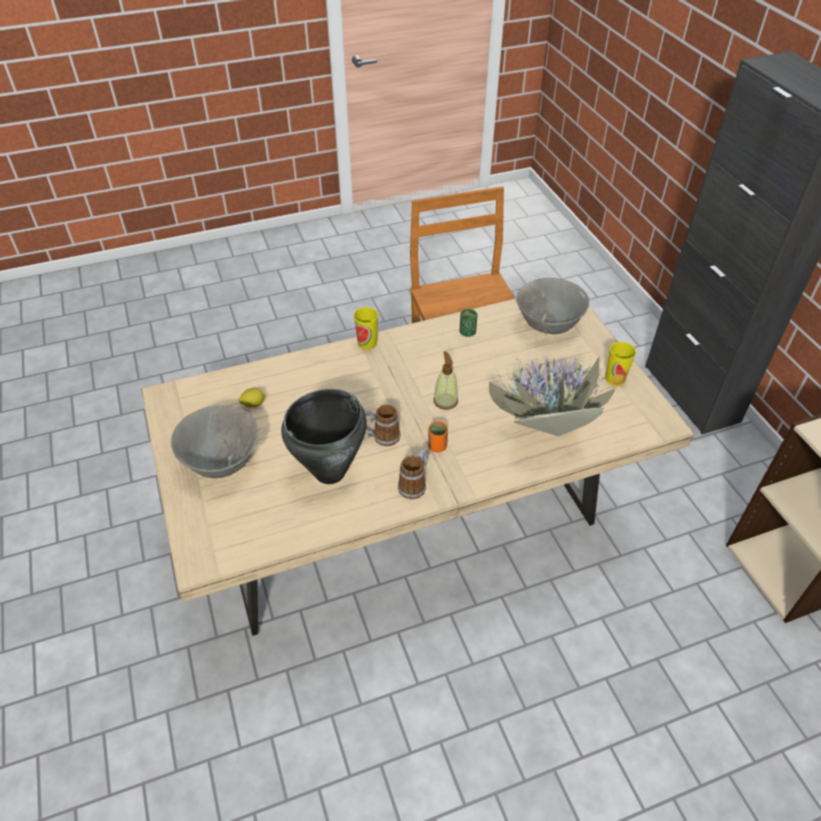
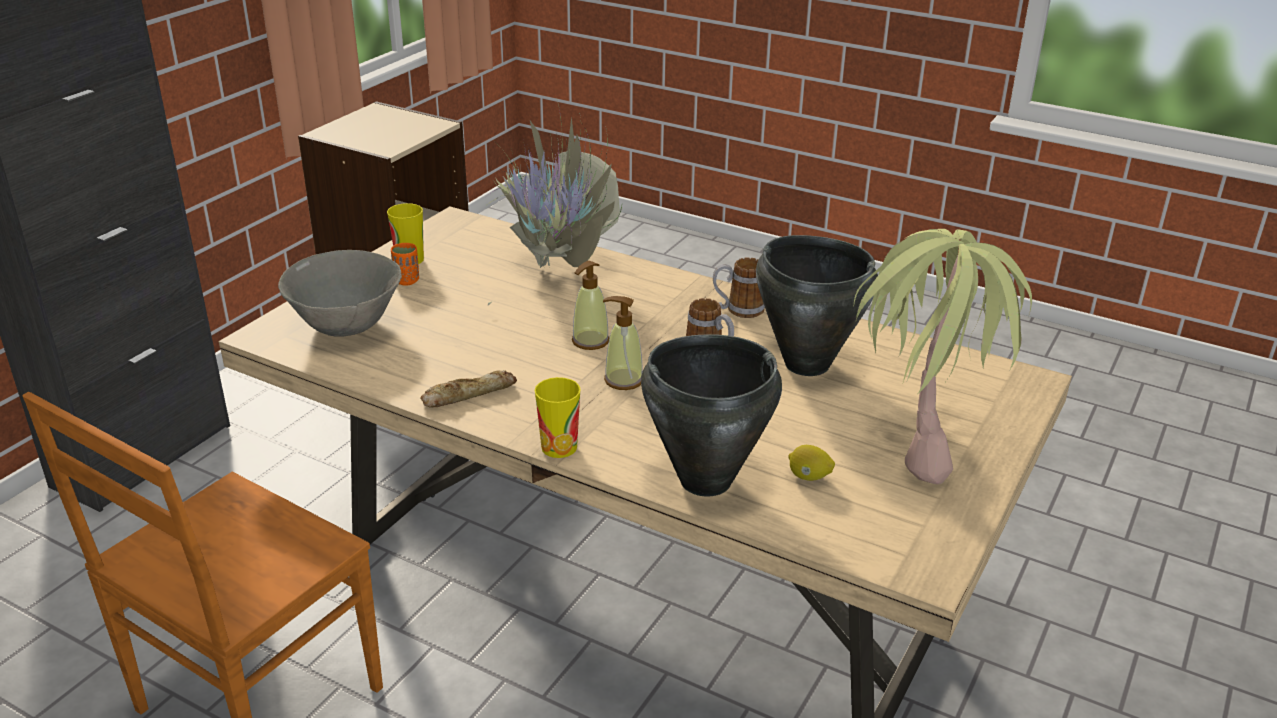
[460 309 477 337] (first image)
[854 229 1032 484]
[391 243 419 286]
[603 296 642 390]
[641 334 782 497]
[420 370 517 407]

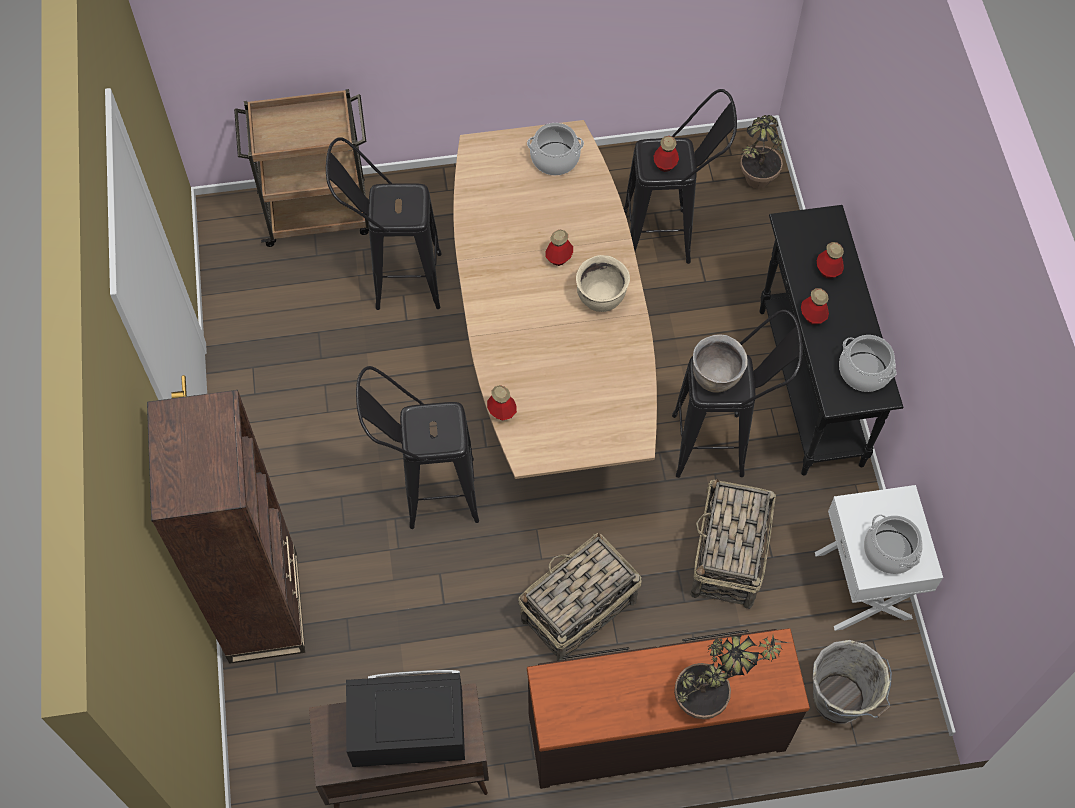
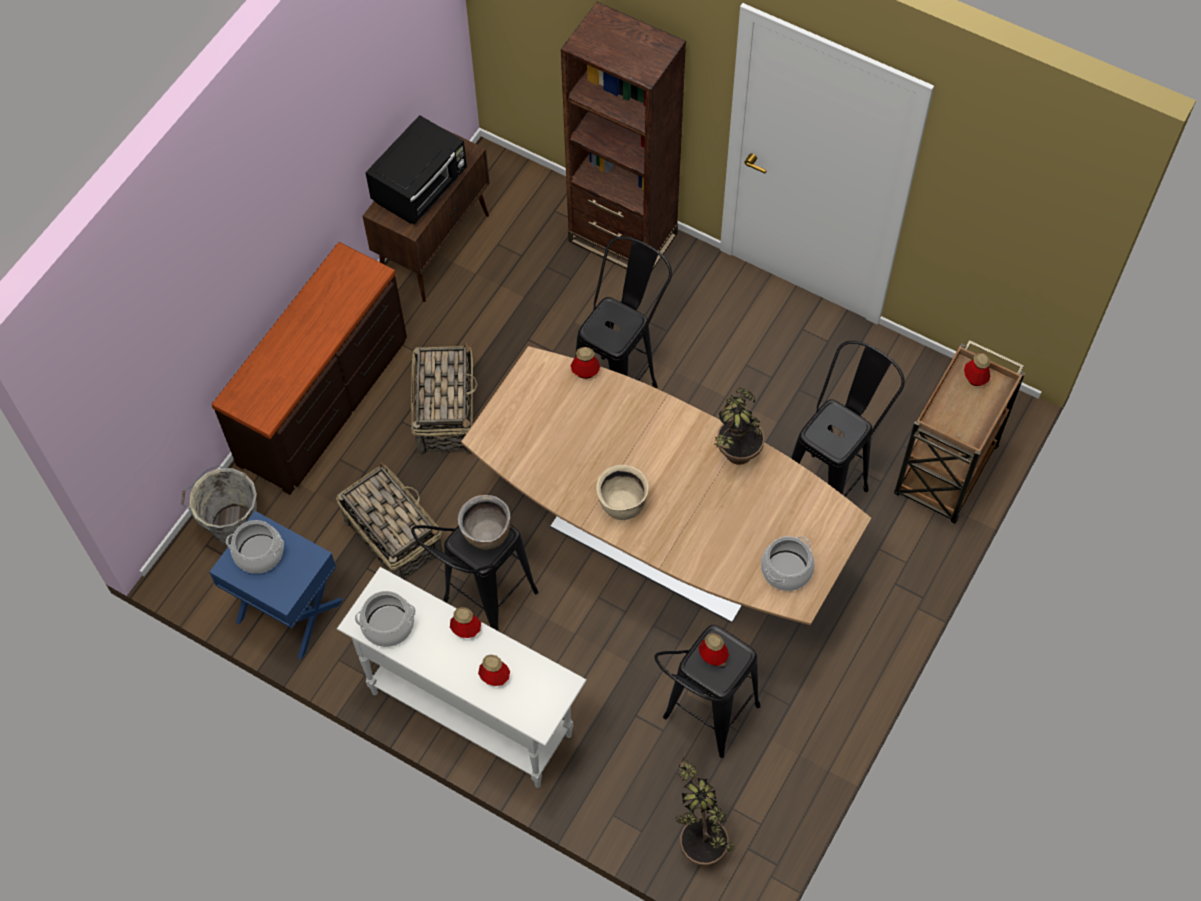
[337 567 587 788]
[964 352 990 386]
[209 511 343 659]
[714 388 764 465]

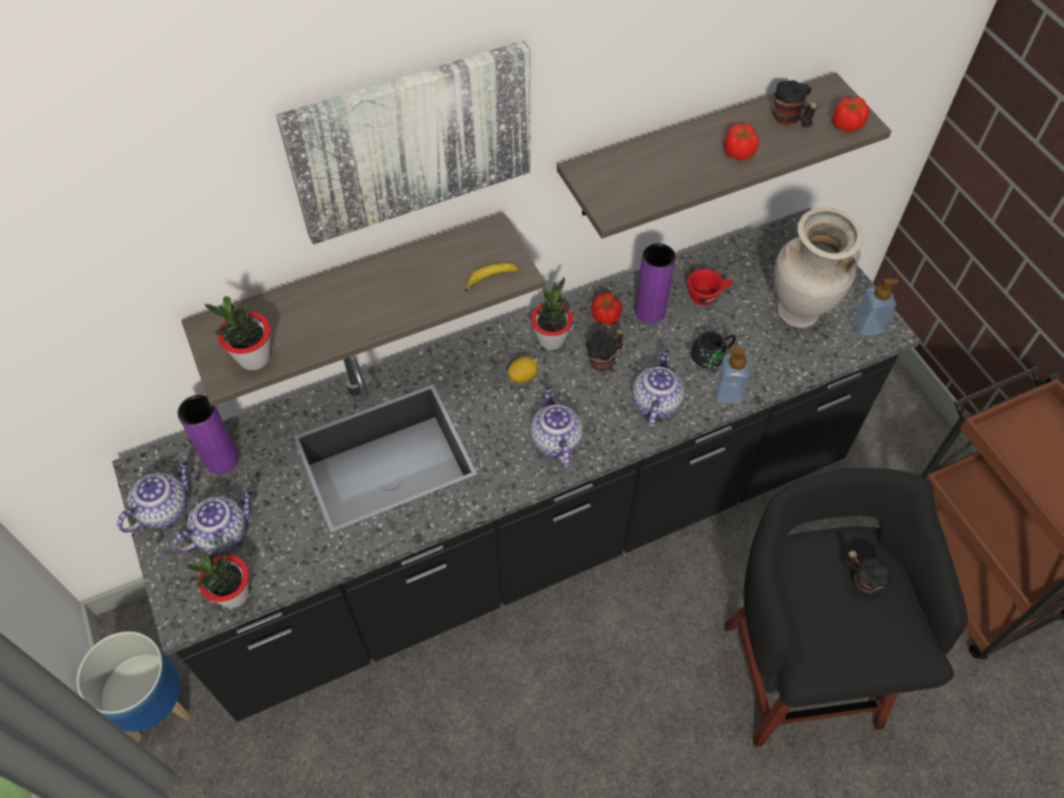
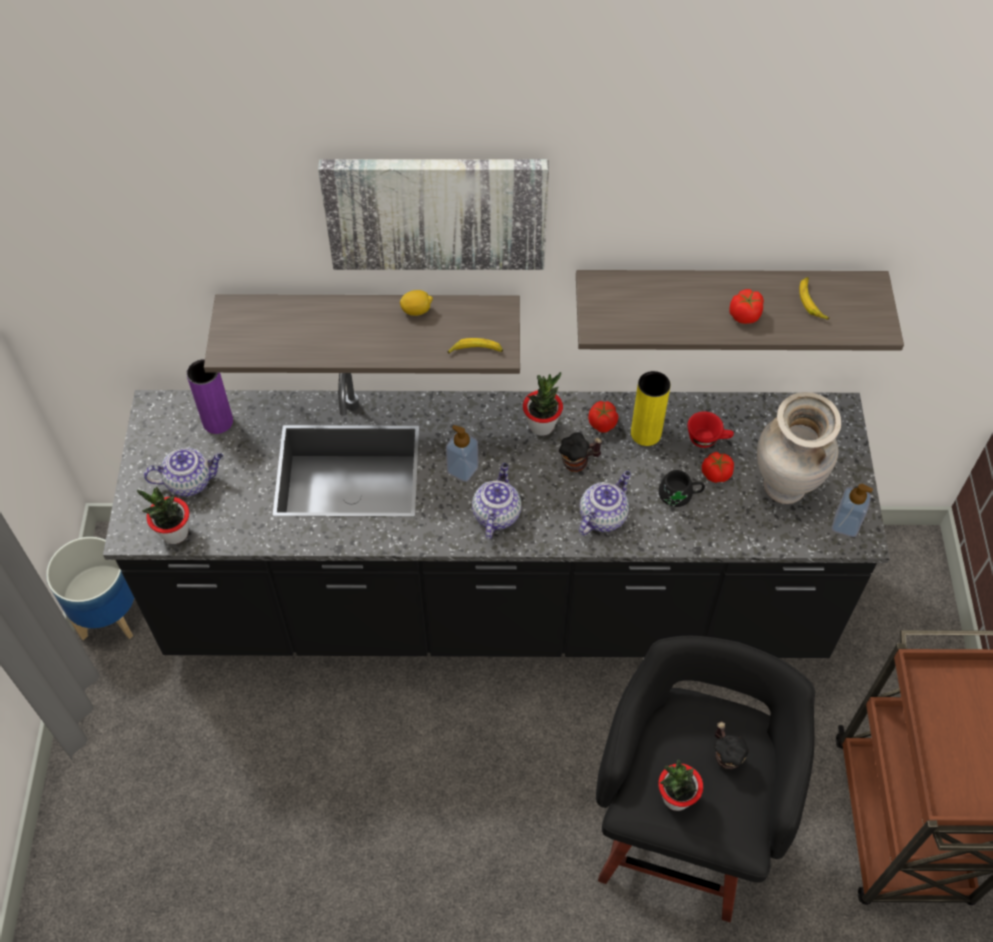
[799 277 830 320]
[702 452 734 483]
[631 371 671 446]
[658 760 703 811]
[446 425 478 482]
[400 290 433 316]
[117 460 189 533] (first image)

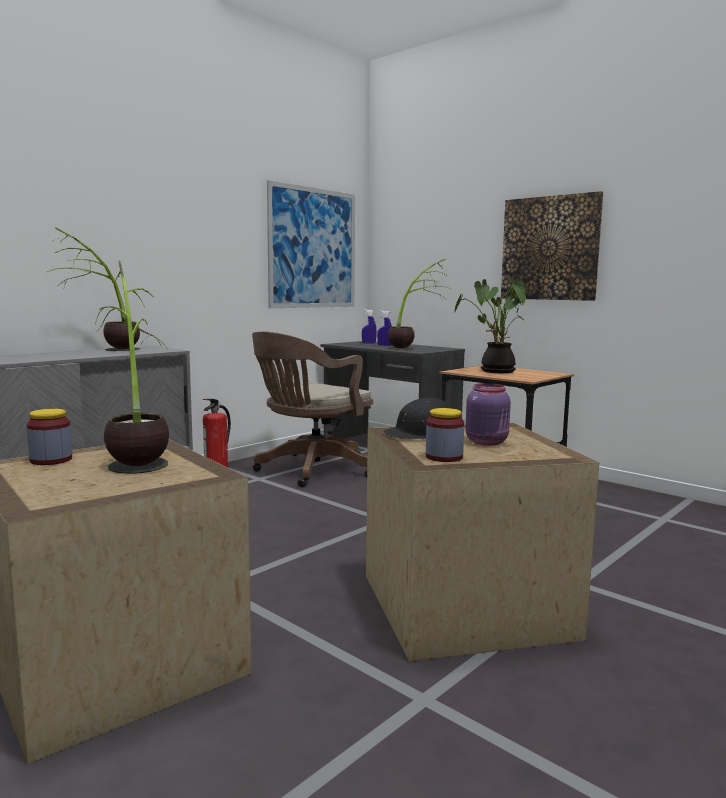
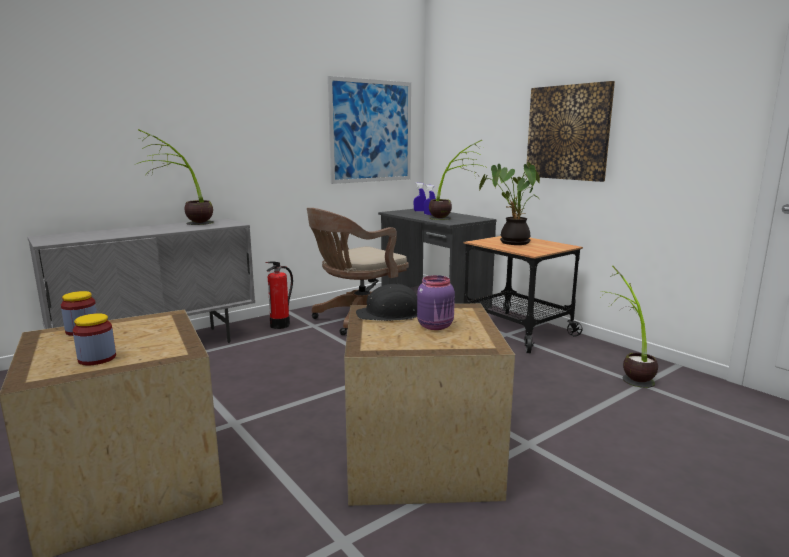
[599 265 658 388]
[73 313 116 365]

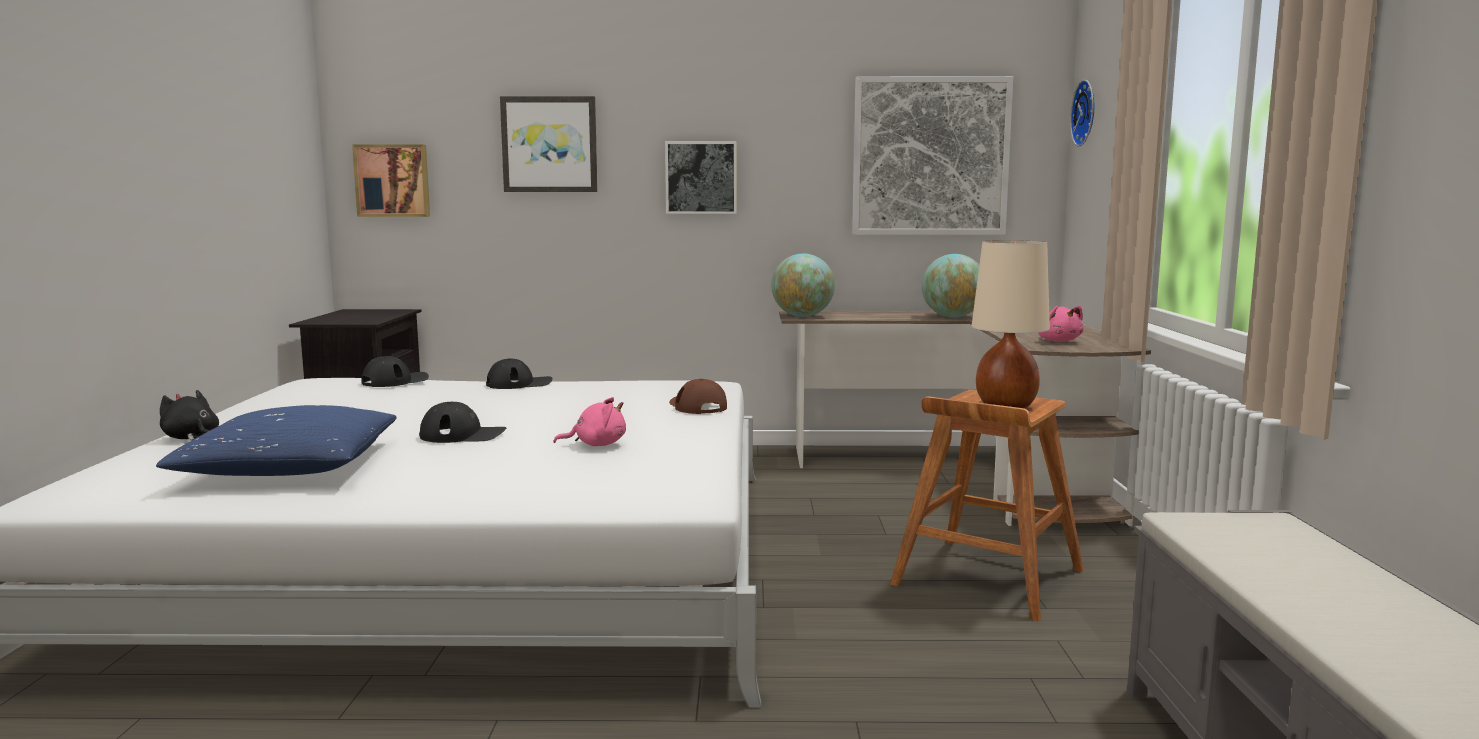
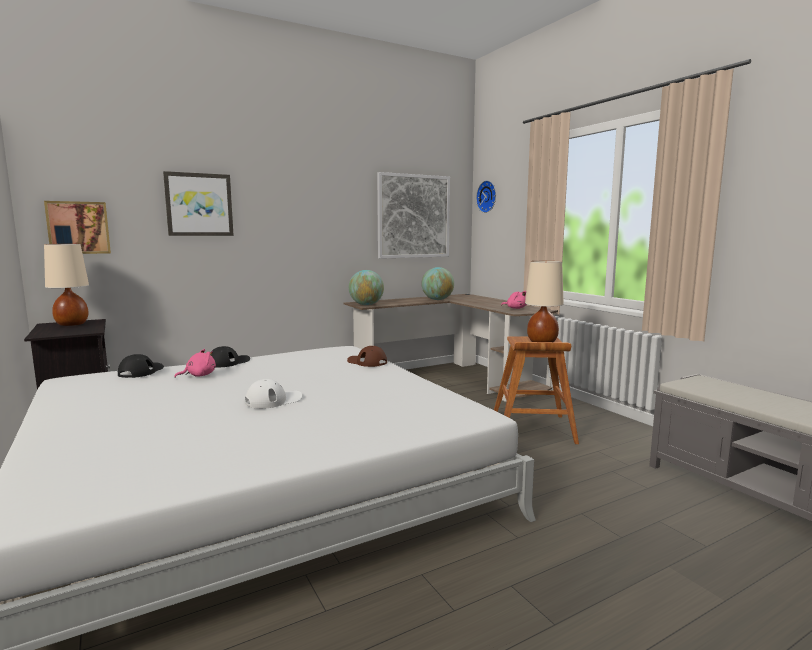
[665 141 737 214] (first image)
[160 390 219 441] (first image)
[174 349 216 378]
[245 379 302 409]
[156 405 397 476] (first image)
[44 244 89 326]

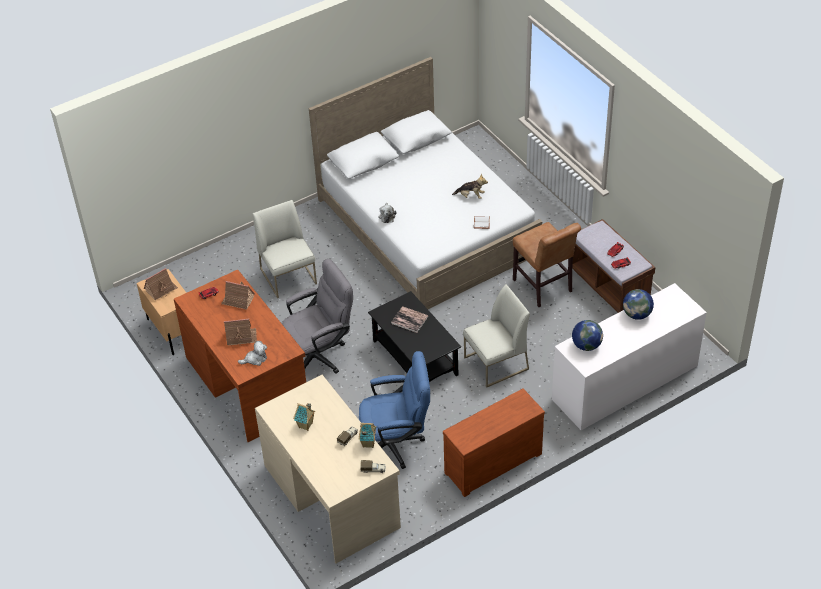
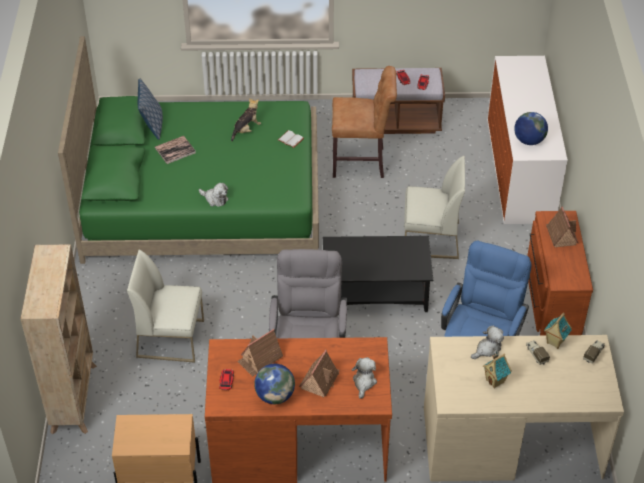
[58 36 319 264]
[546 206 579 247]
[404 156 465 259]
[254 364 295 404]
[155 136 196 164]
[137 79 163 140]
[20 245 97 434]
[471 326 504 359]

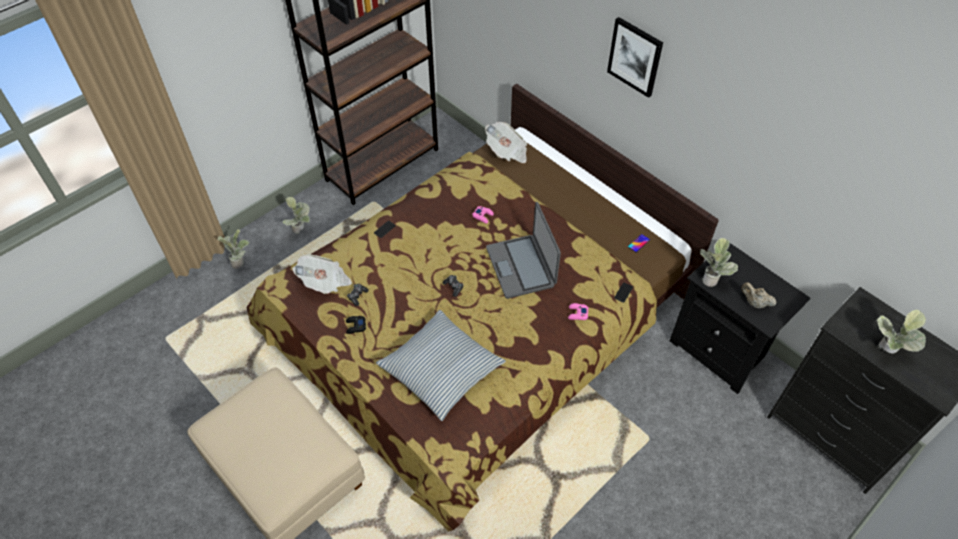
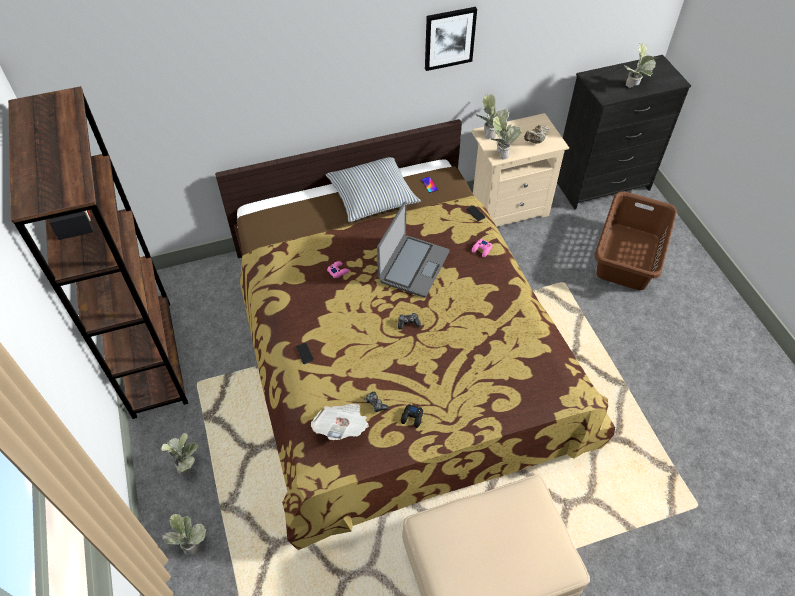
[425 7 477 71]
[485 122 527 163] (first image)
[377 202 449 298]
[471 113 569 227]
[326 157 421 222]
[474 94 509 139]
[595 191 677 290]

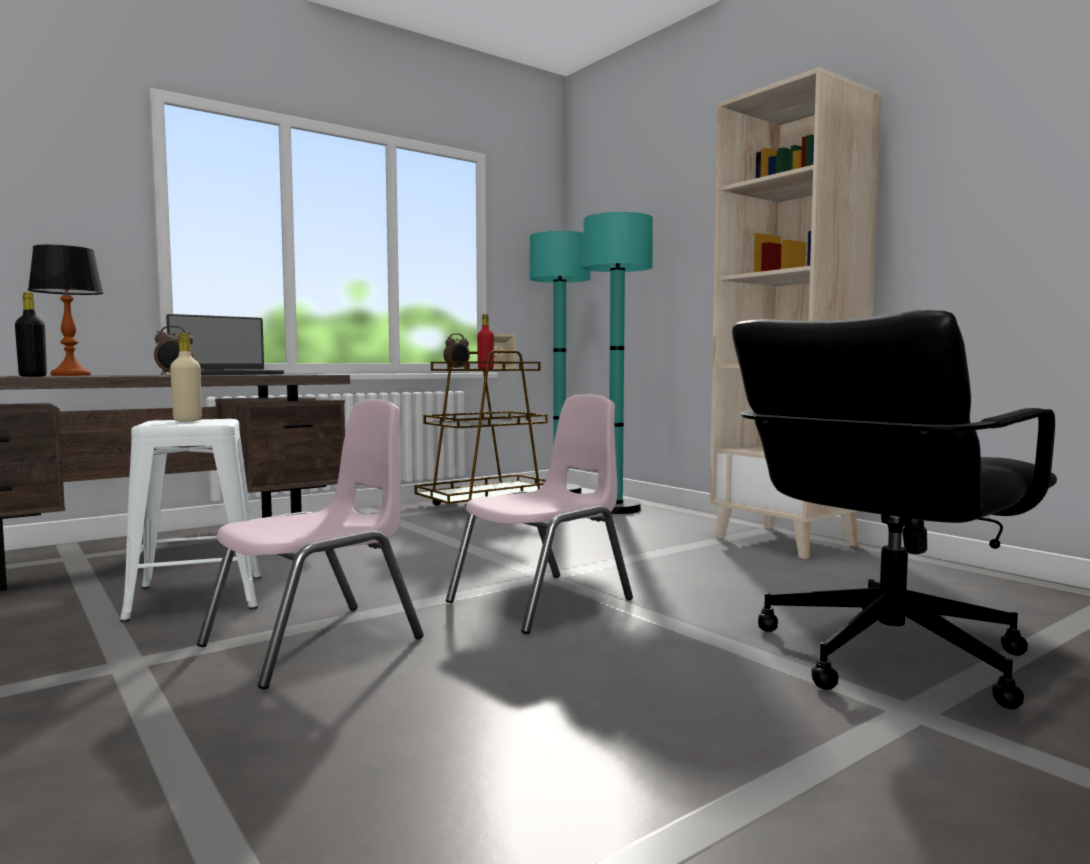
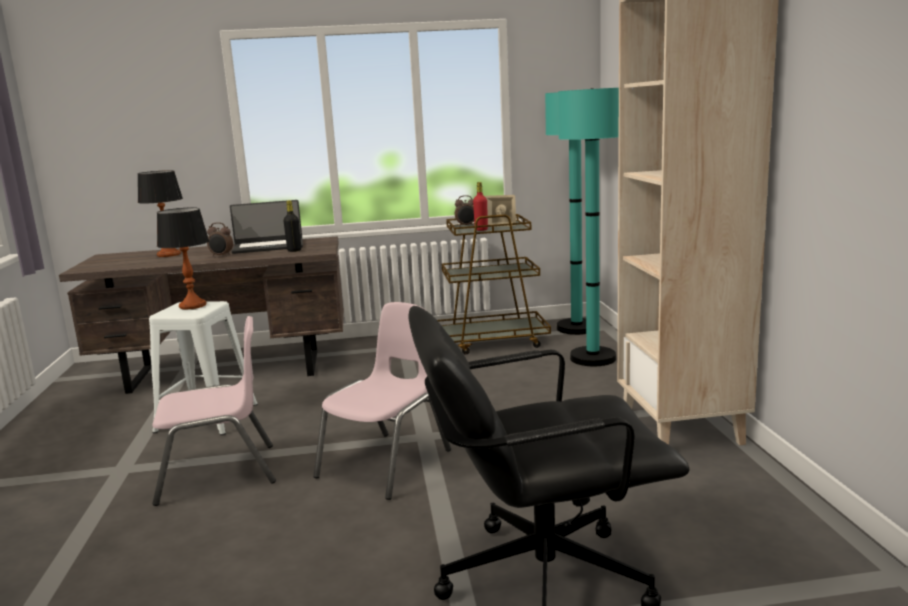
[283 200 301 252]
[157 207 210 309]
[313 302 451 500]

